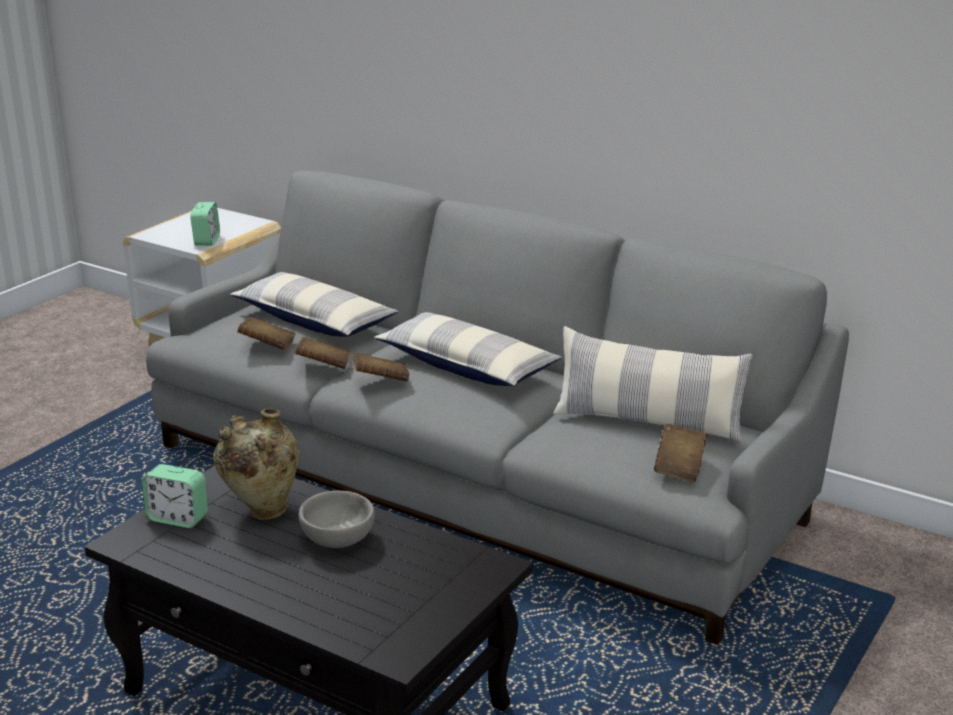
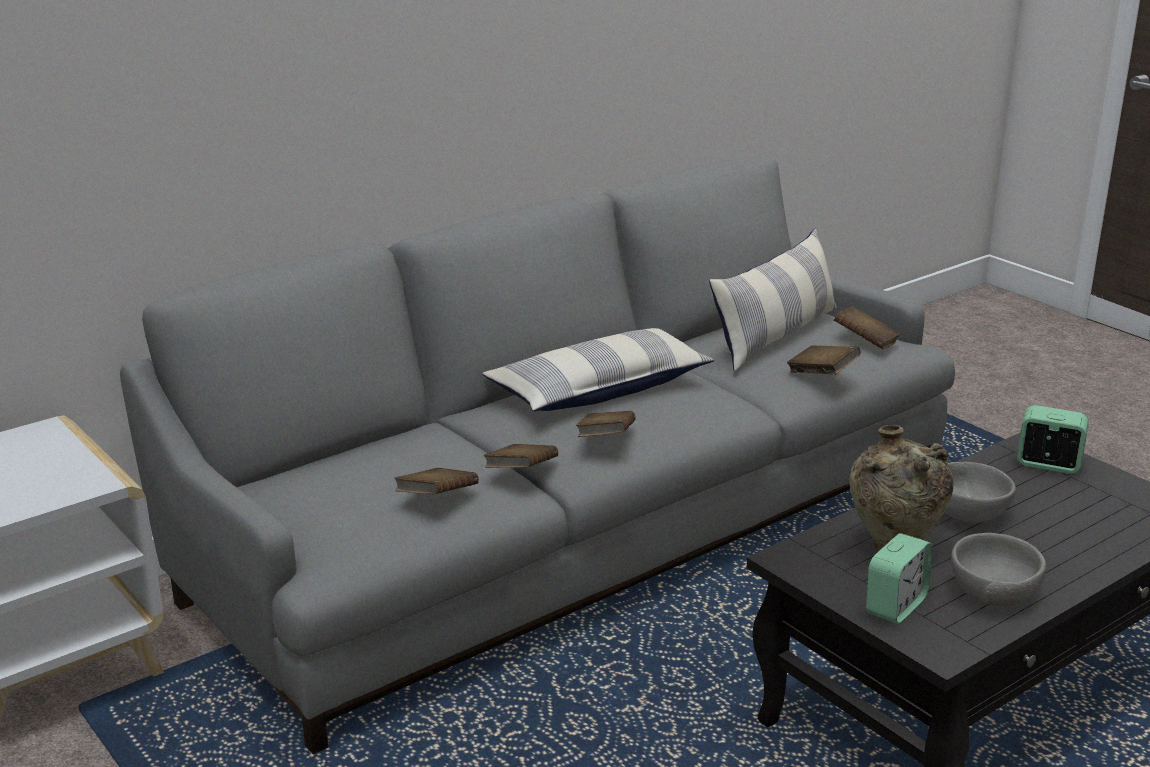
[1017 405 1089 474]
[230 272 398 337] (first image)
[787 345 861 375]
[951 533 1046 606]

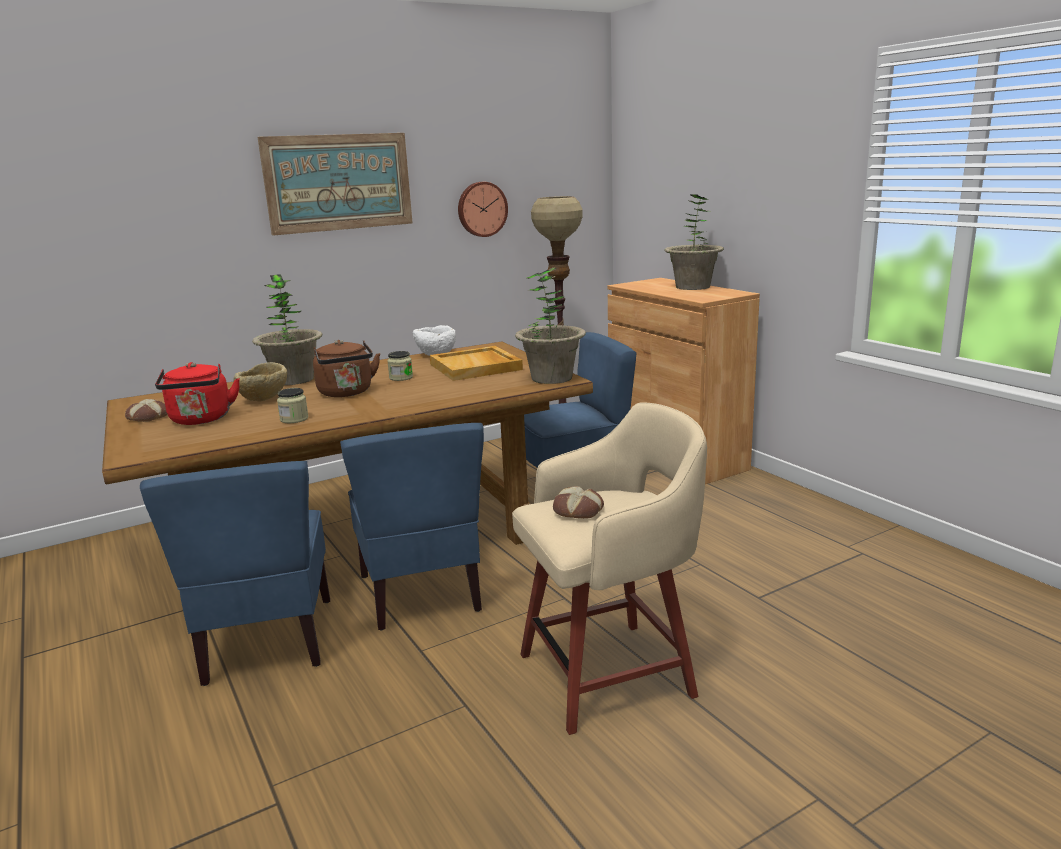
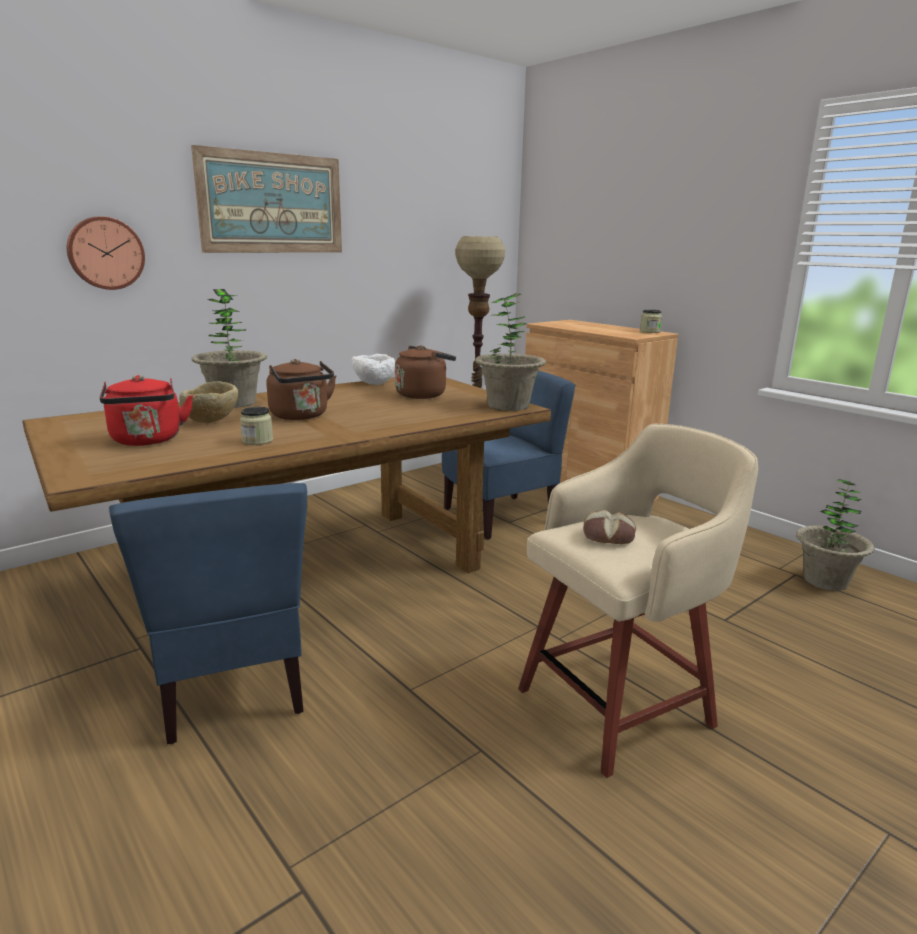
[67 216 145 290]
[796 479 875 591]
[395 346 456 399]
[640 309 662 333]
[125 399 167 422] (first image)
[340 423 484 630] (first image)

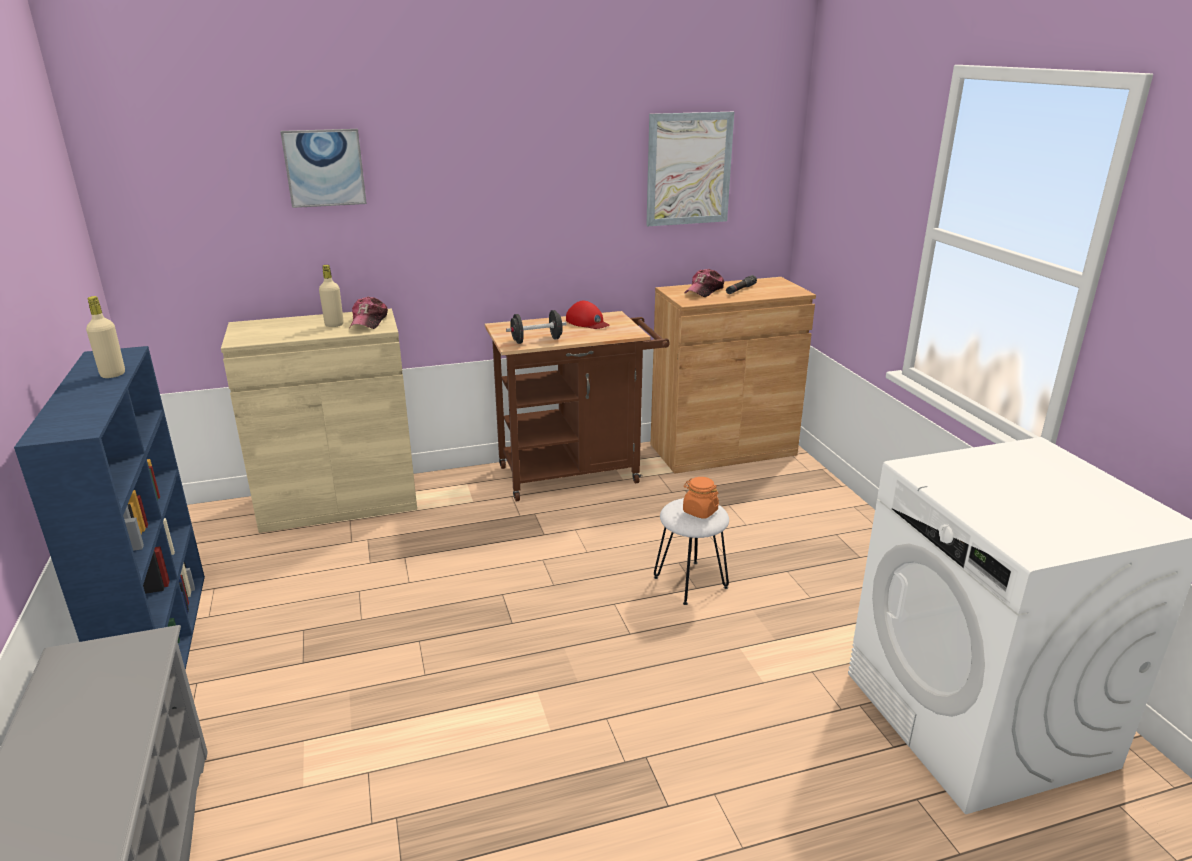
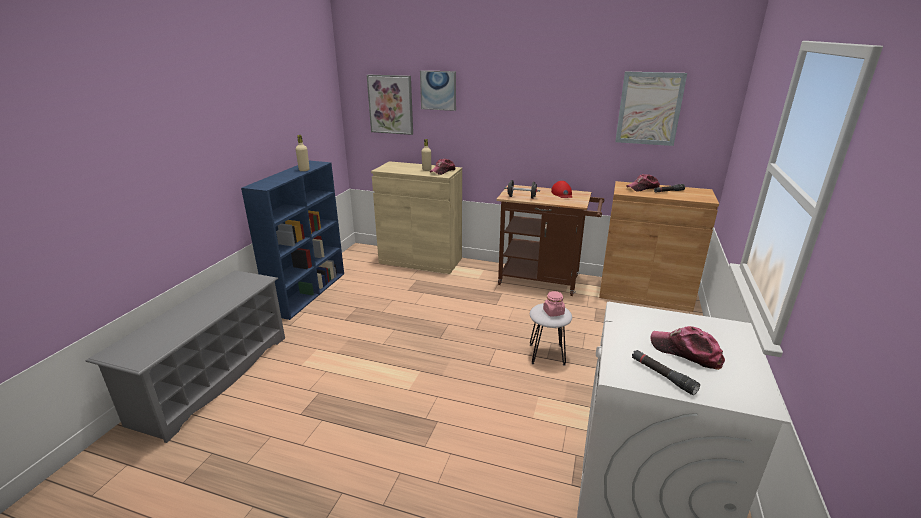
[543 291 565 317]
[367 75 413 135]
[651 326 725 370]
[632 350 700 395]

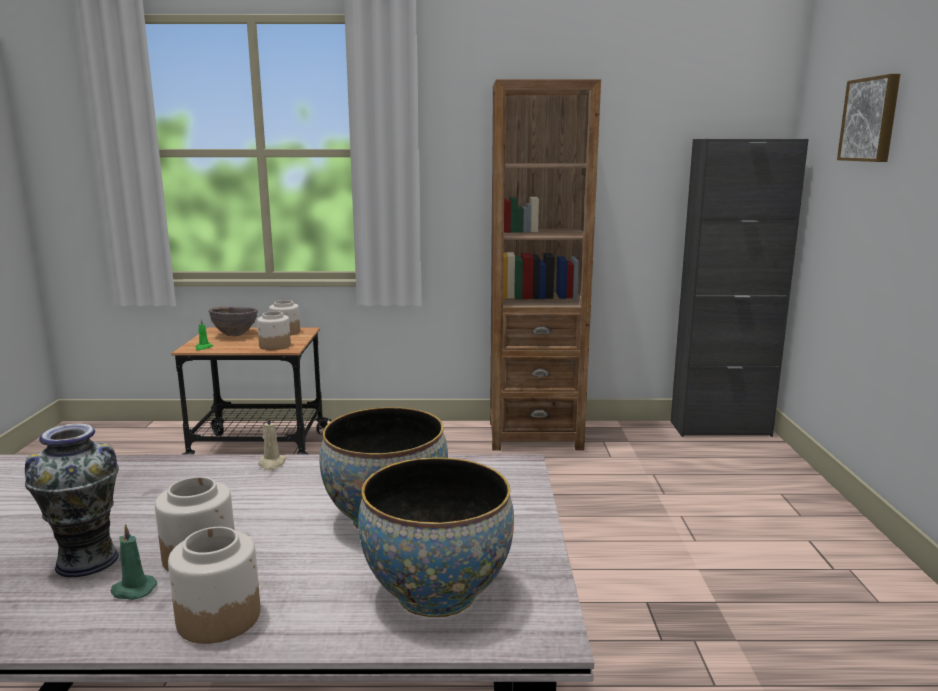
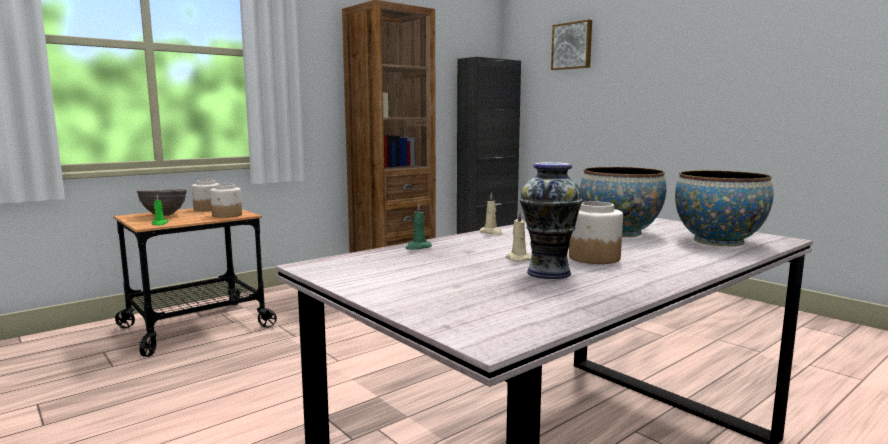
[405 203 432 250]
[168 527 260 644] (first image)
[505 211 532 262]

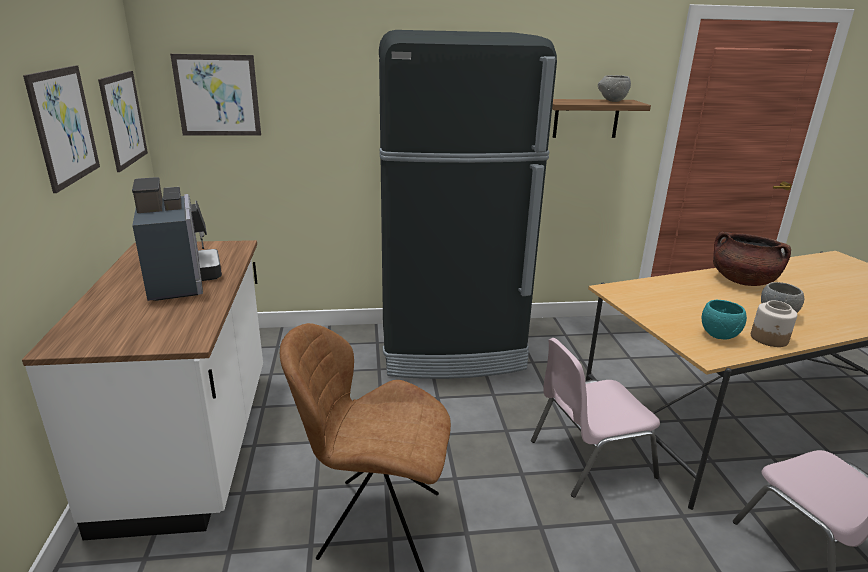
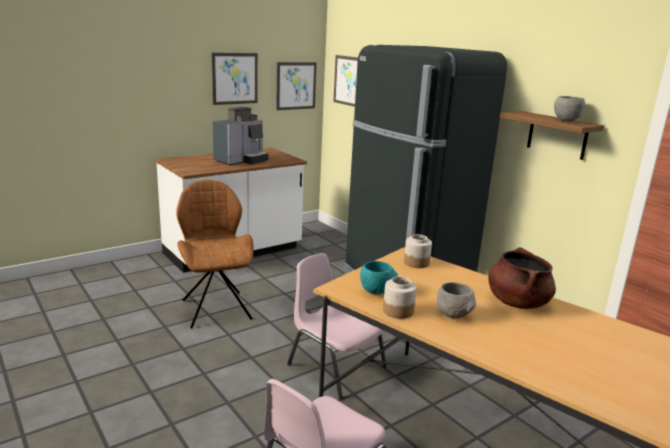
[404 234 432 268]

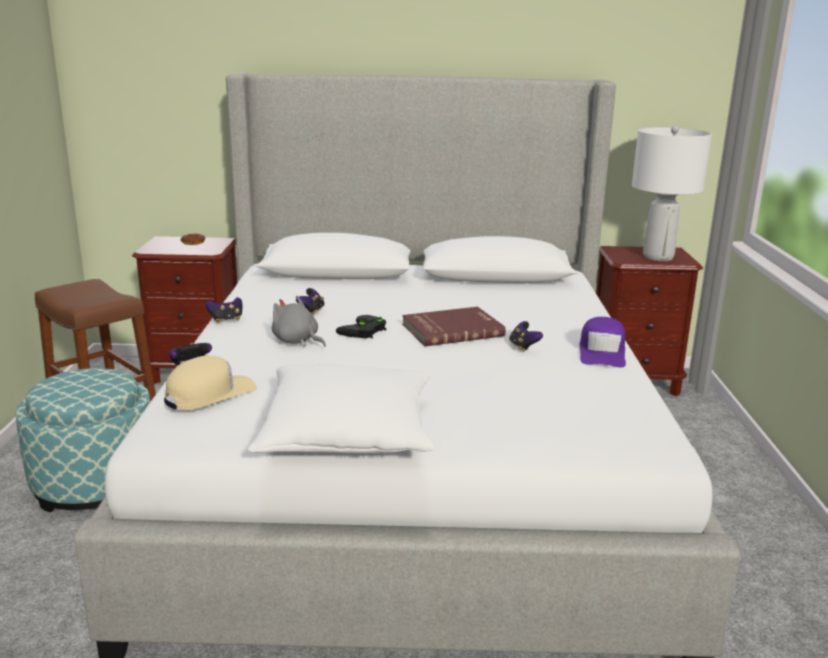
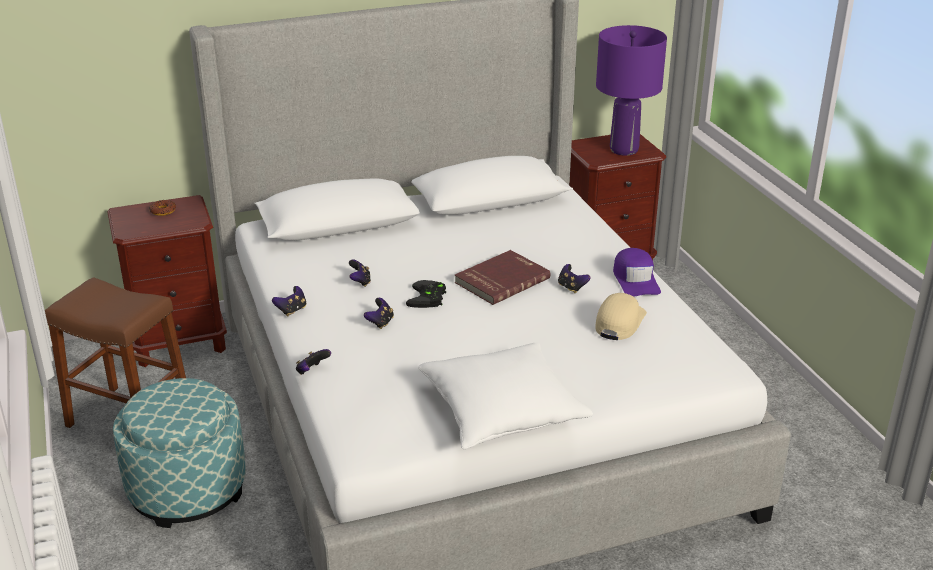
[596 25 667 156]
[364 298 394 329]
[595 293 647 340]

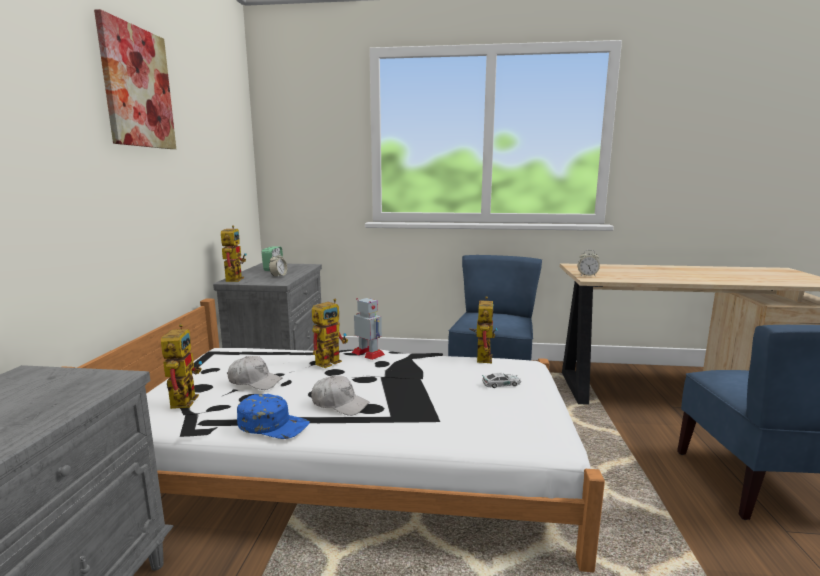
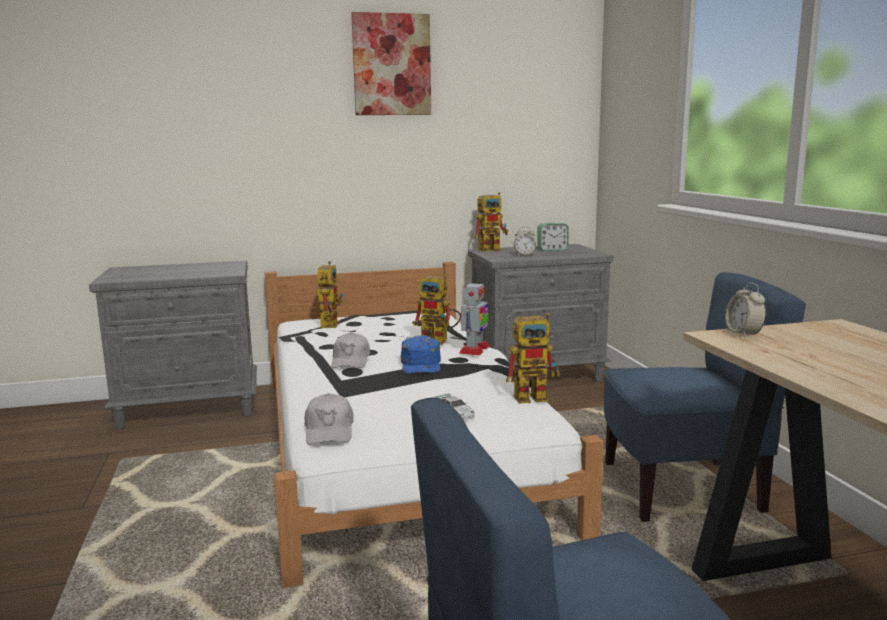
[316 261 344 328]
[304 393 354 445]
[401 336 441 373]

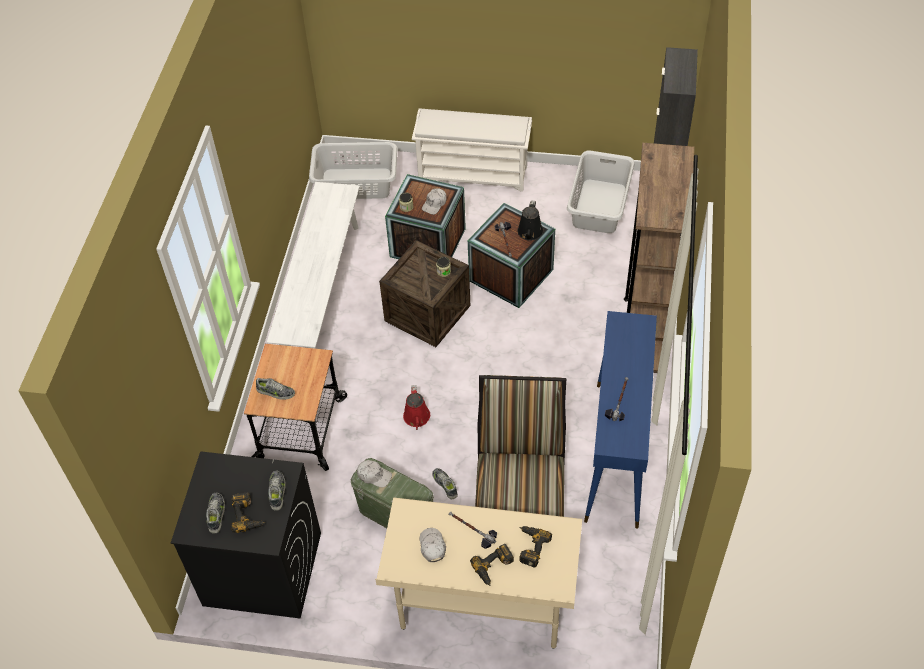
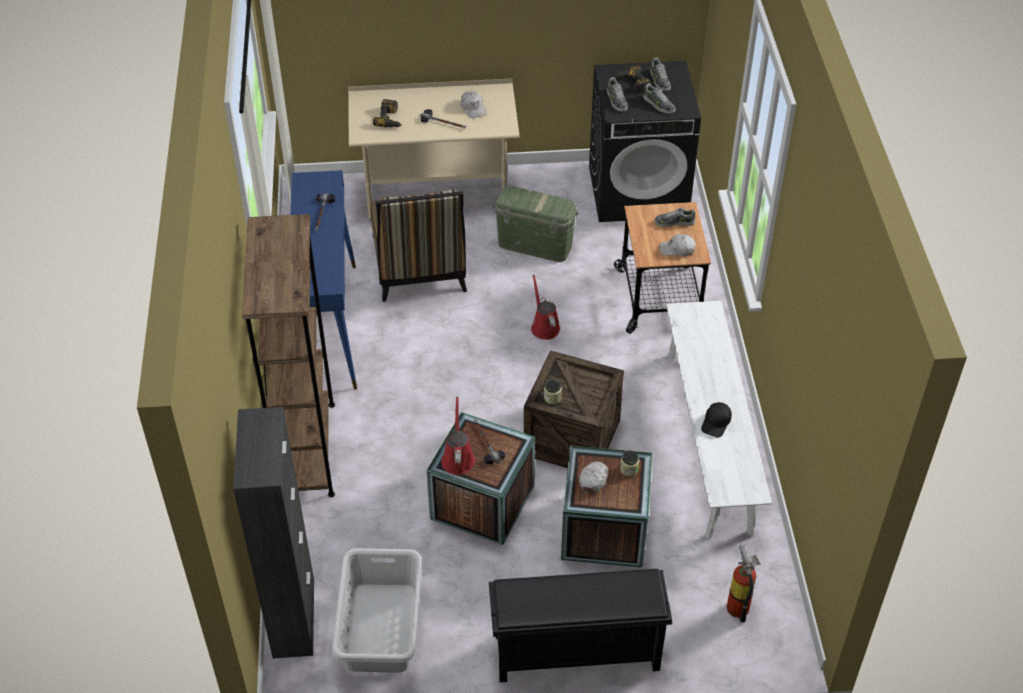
[489 569 672 683]
[726 544 761 622]
[441 397 475 475]
[659 234 695 256]
[643 83 676 114]
[470 544 514 586] (first image)
[701 402 732 437]

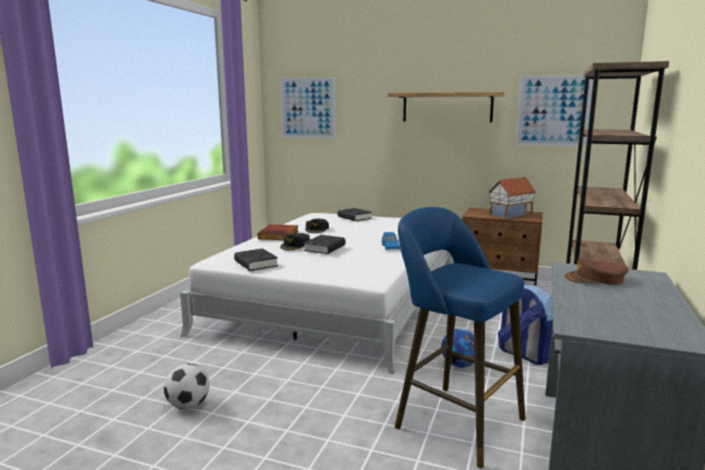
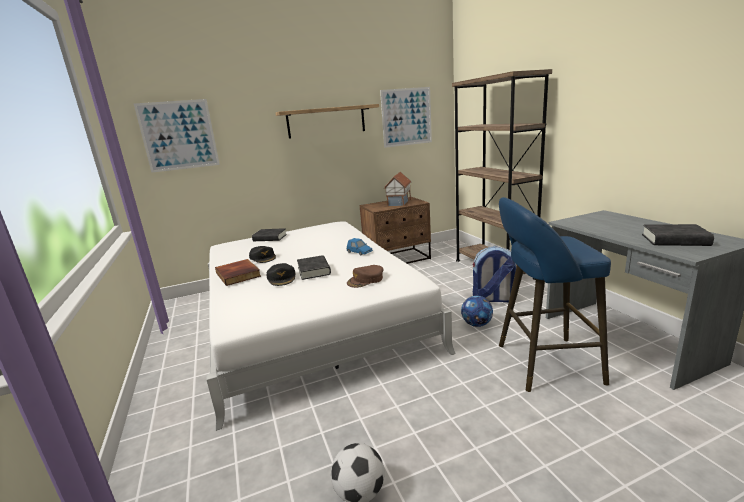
[642 224 714 246]
[347 265 384 288]

